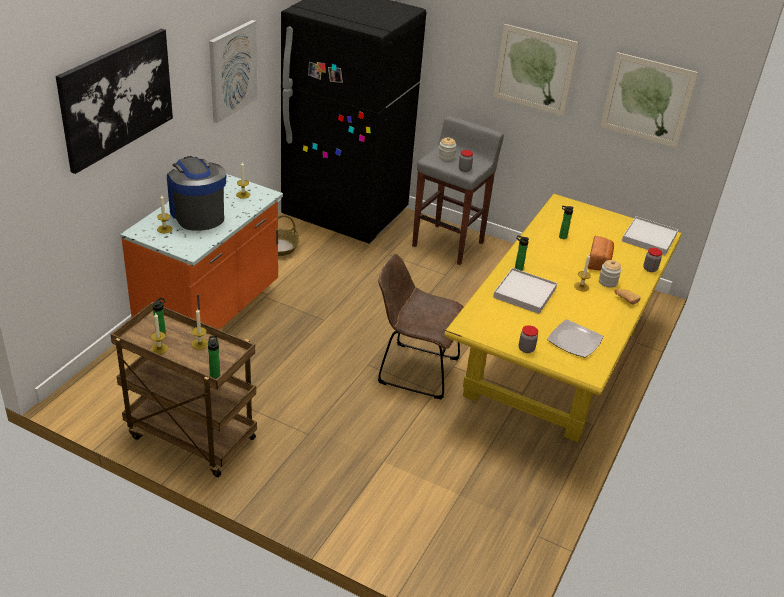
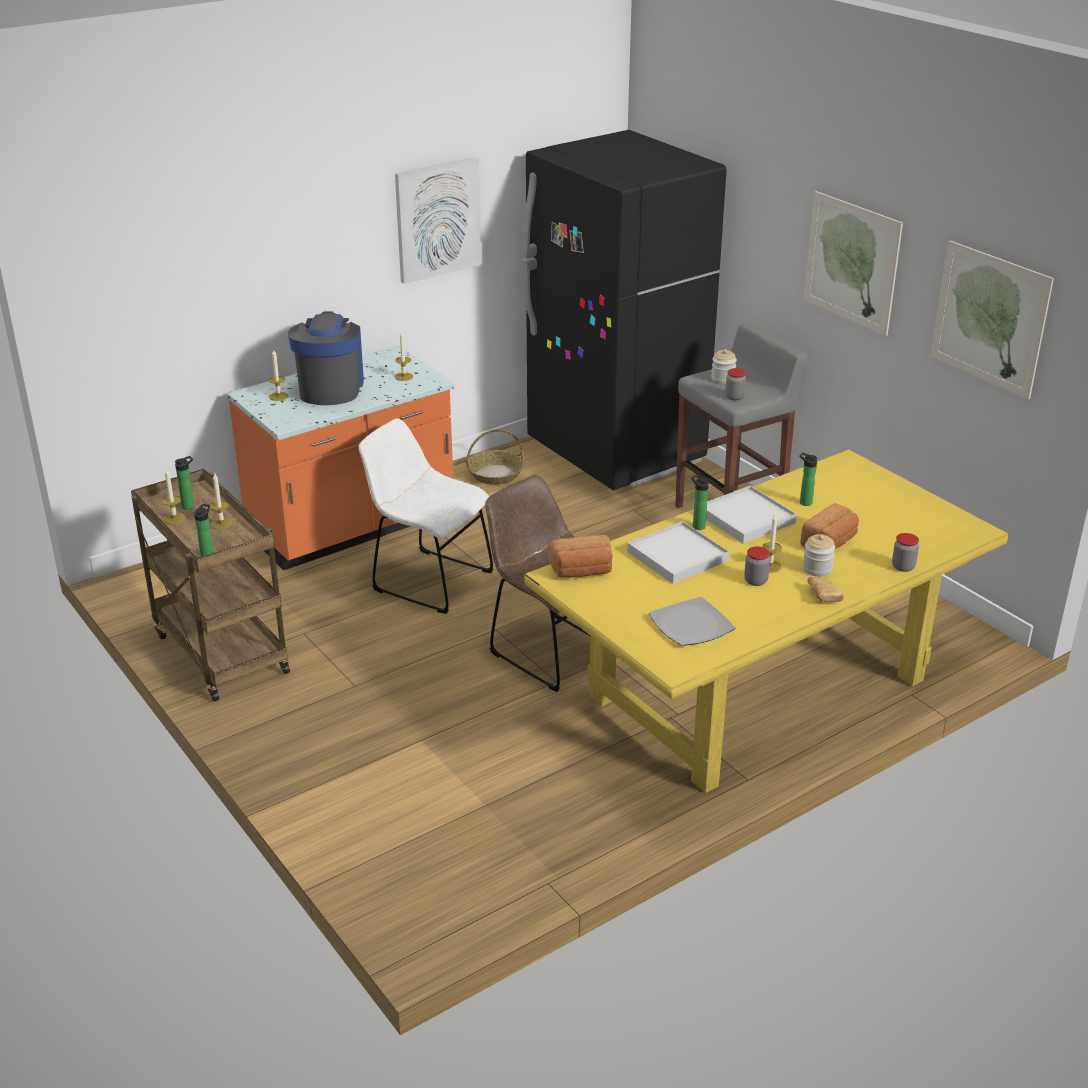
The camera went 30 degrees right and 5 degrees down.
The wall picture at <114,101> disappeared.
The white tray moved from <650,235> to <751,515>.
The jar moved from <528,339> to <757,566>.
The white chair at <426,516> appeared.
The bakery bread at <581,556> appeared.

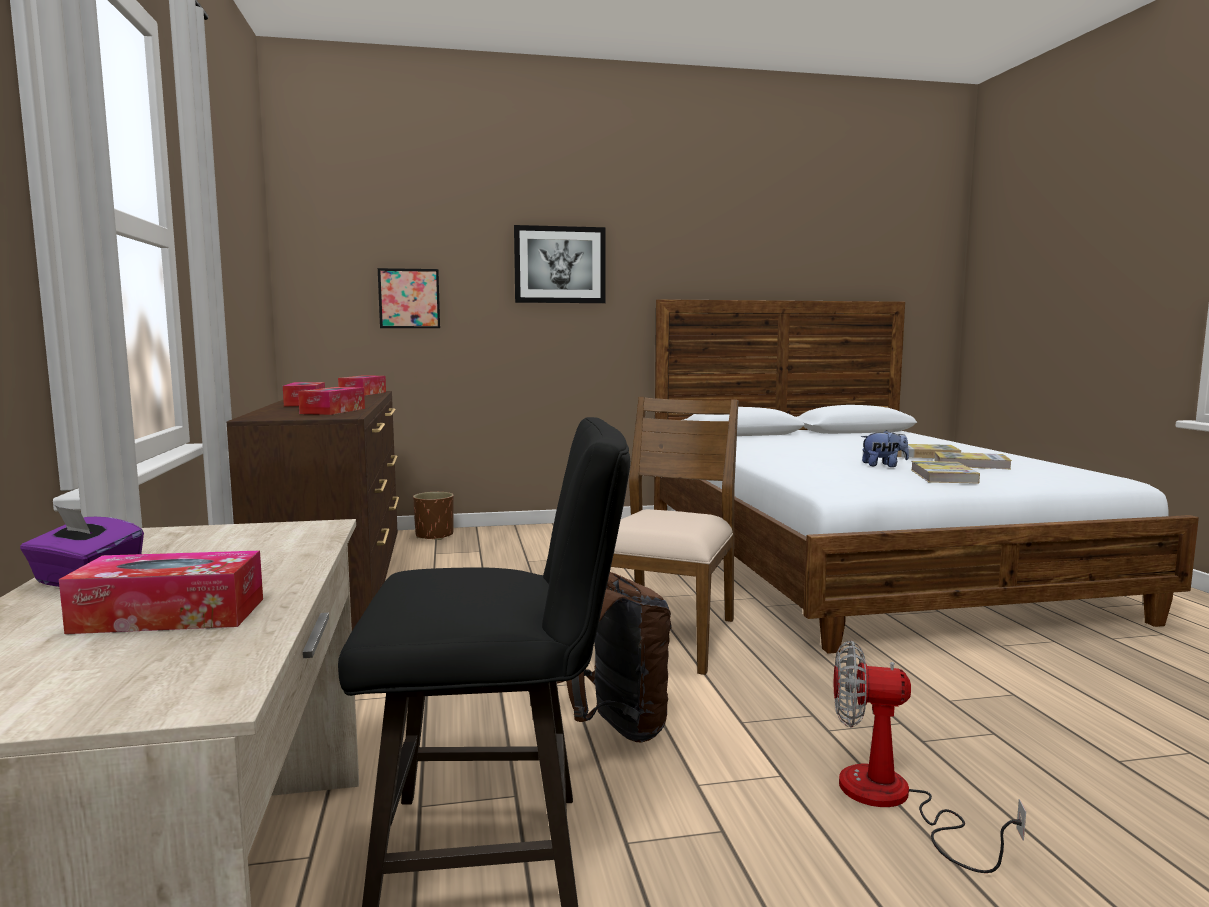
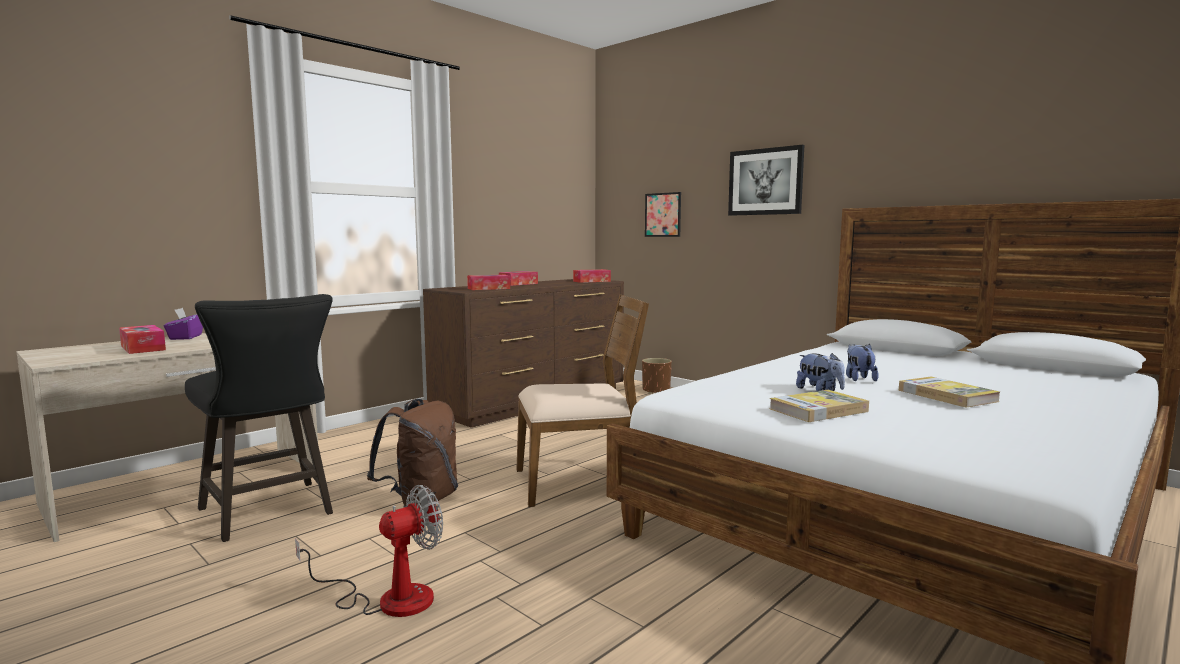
The camera went 55 degrees right and 0 degrees up.
The book at <973,460> disappeared.
The fan at <930,757> turned 75 degrees clockwise.
The cuddly toy at <862,362> appeared.

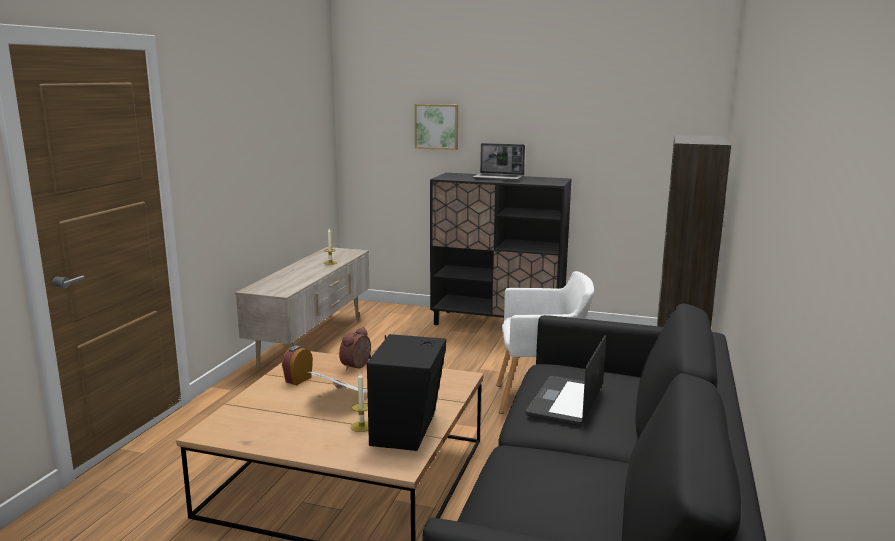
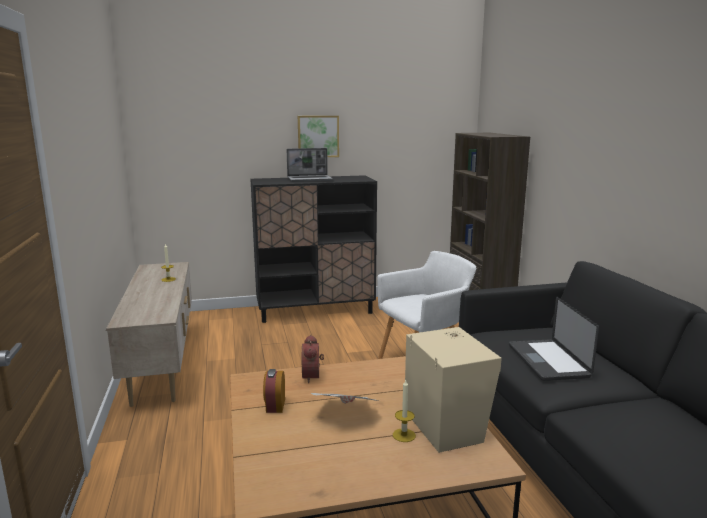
The camera went 30 degrees left and 0 degrees up.
The wall picture moved from <436,127> to <318,136>.
The black audio speaker at <406,392> became the beige-coloured audio speaker at <453,390>.

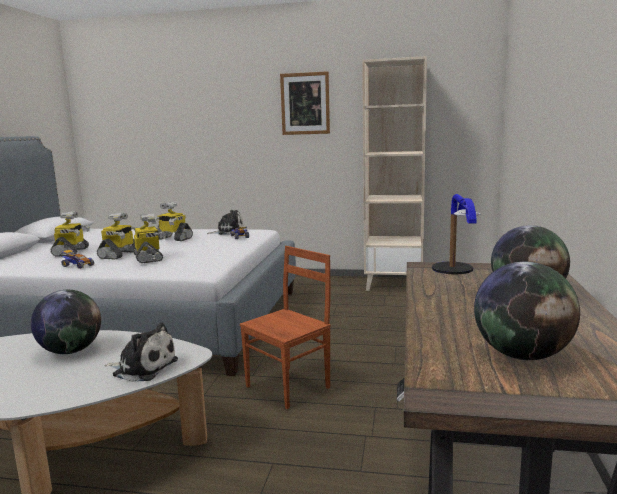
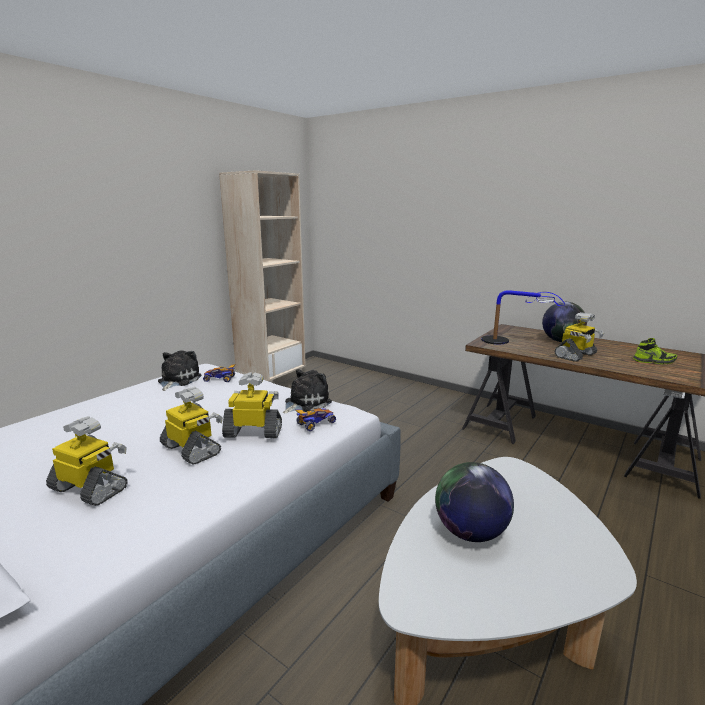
The camera went 65 degrees left and 5 degrees up.
The wall picture at <305,103> disappeared.
The robot figure moved from <172,221> to <579,337>.
The brown-coloured chair at <285,327> disappeared.
The toy car moved from <77,259> to <315,419>.
The world globe at <527,311> was replaced by the low shoe at <655,351>.
The cuddly toy moved from <141,352> to <307,391>.

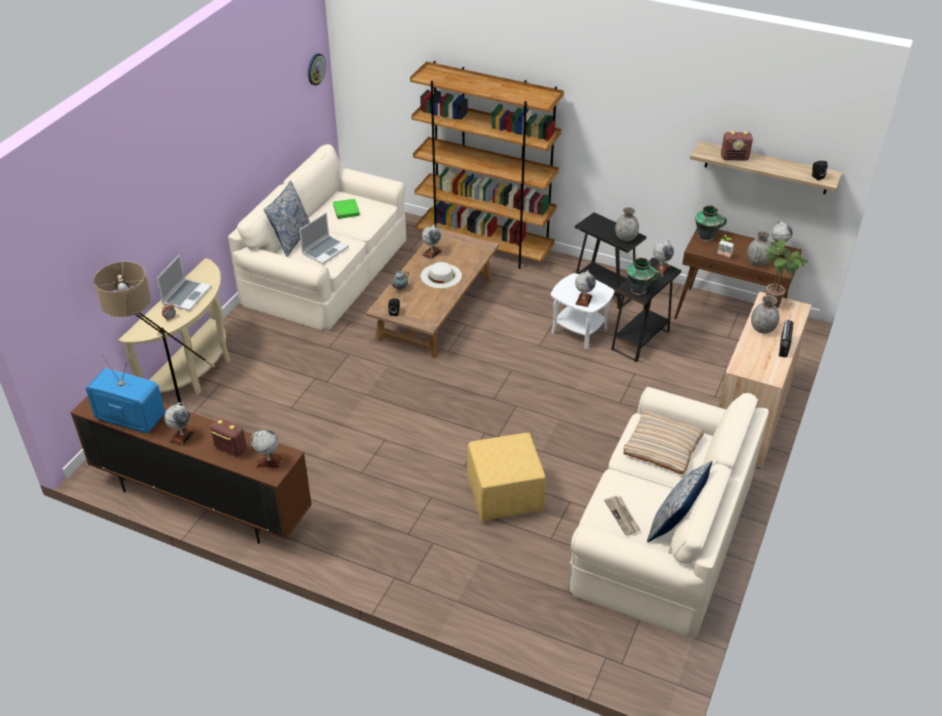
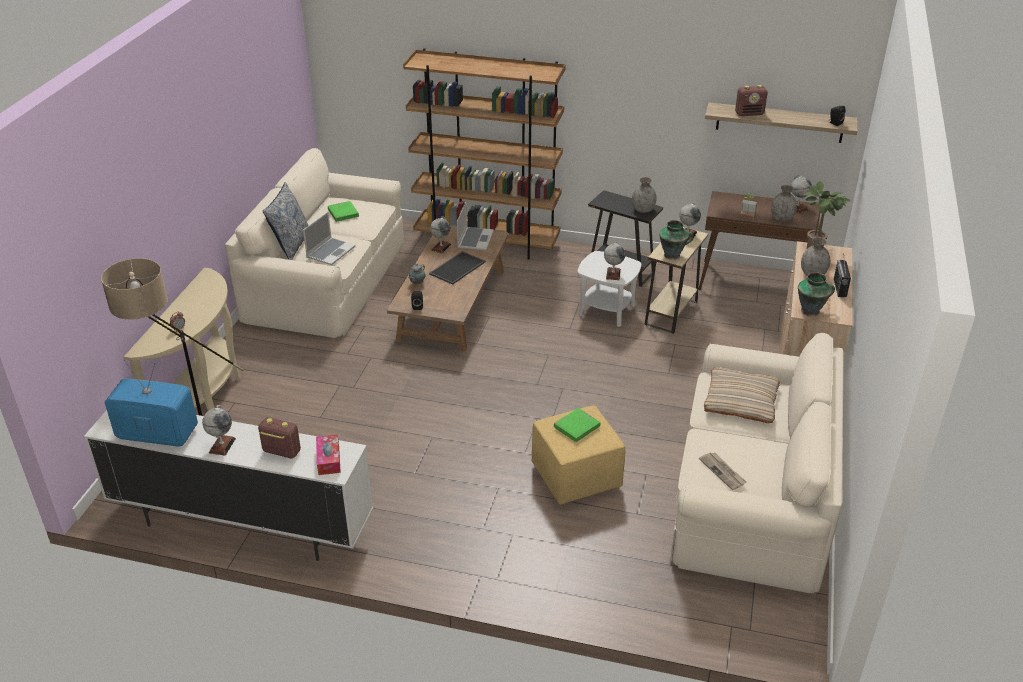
The camera went 10 degrees left and 5 degrees down.
The hanging clock at <317,69> disappeared.
The vase moved from <711,223> to <816,294>.
The portable computer moved from <184,283> to <475,226>.
The black side table at <646,310> became the beige-coloured side table at <676,280>.
The white wearable hat at <441,275> was replaced by the tray at <457,268>.
The brown-coloured media console at <191,470> became the white media console at <228,485>.
The world globe at <266,449> was replaced by the tissue box at <328,454>.
The cushion at <679,501> disappeared.
The greenish book at <577,425> appeared.

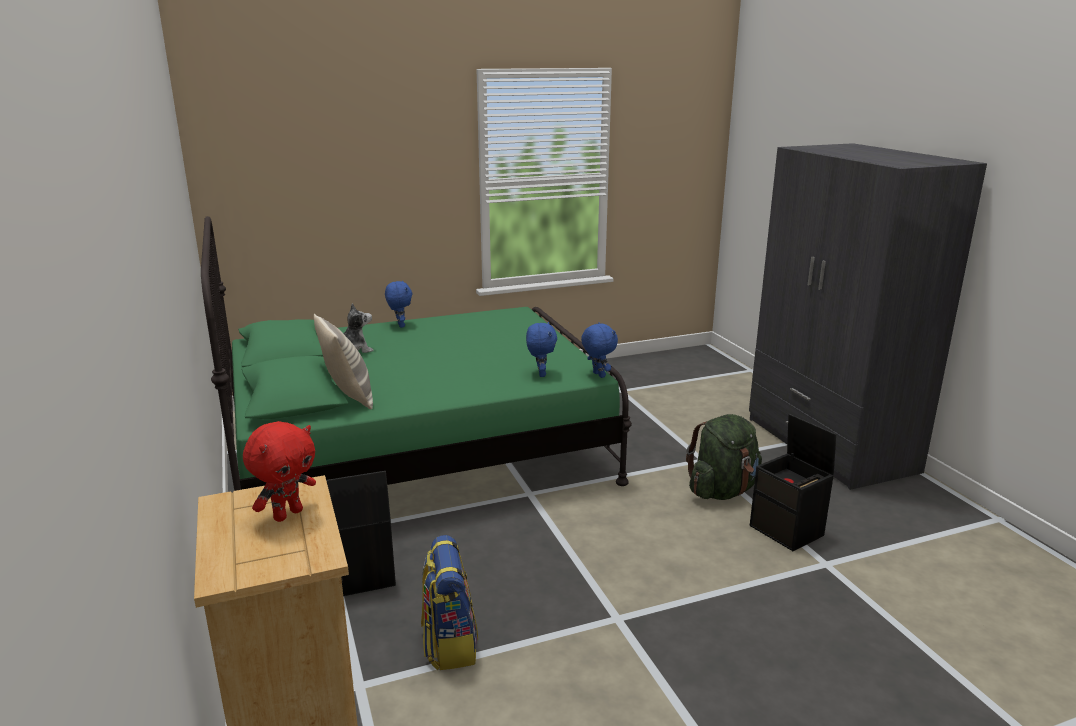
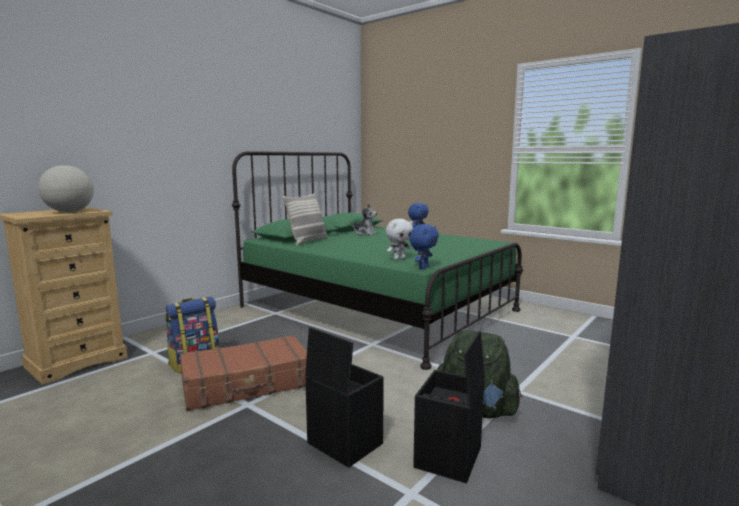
The camera went 60 degrees right and 10 degrees down.
The blue cuddly toy at <541,349> became the white cuddly toy at <399,239>.
The red cuddly toy at <279,471> was replaced by the world globe at <66,188>.
The black storage bin moved from <361,533> to <344,397>.
The brown-coloured travel case at <243,373> appeared.

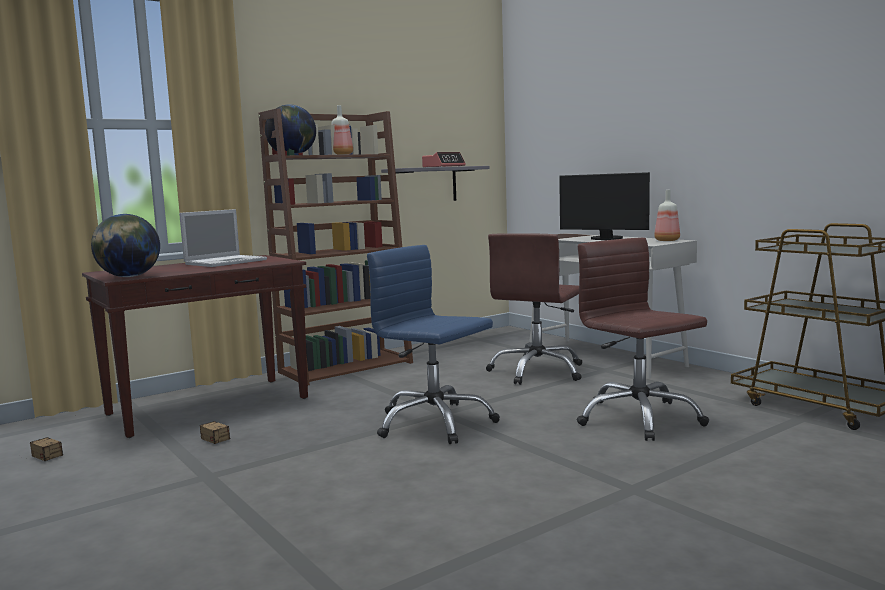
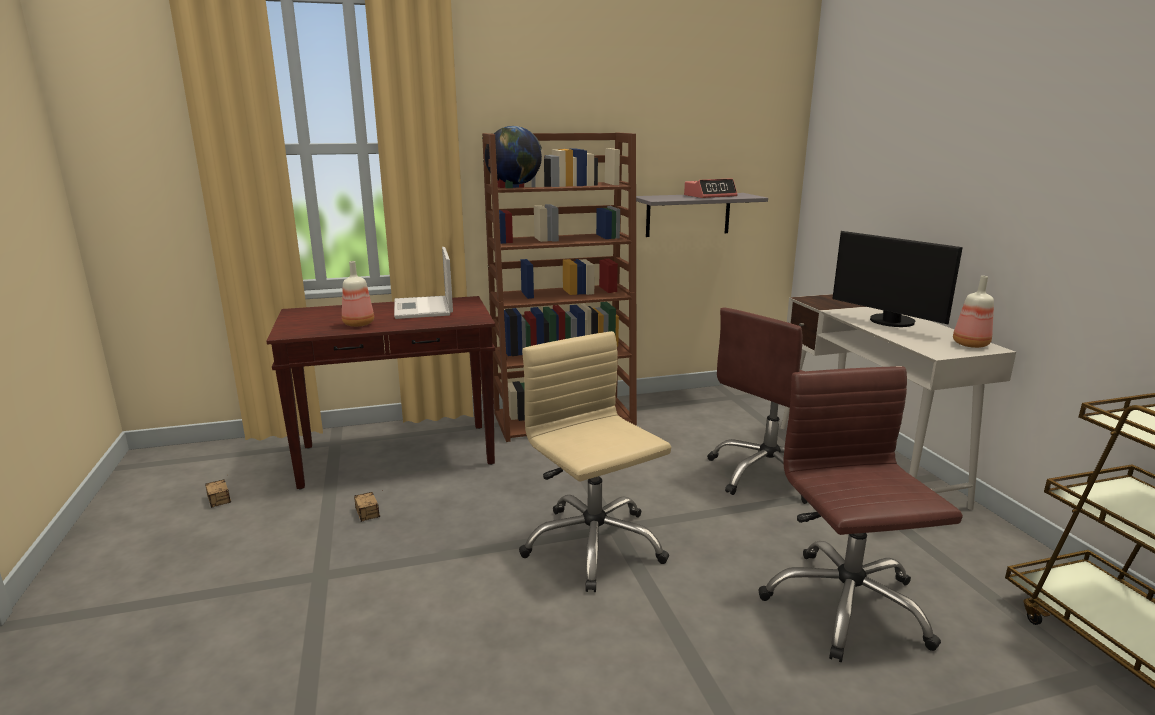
The camera went 20 degrees right and 10 degrees up.
The beverage bottle moved from <342,130> to <358,294>.
The portable computer at <223,238> turned 105 degrees clockwise.
The world globe at <125,245> disappeared.
The blue office chair at <433,344> became the beige-coloured office chair at <595,461>.

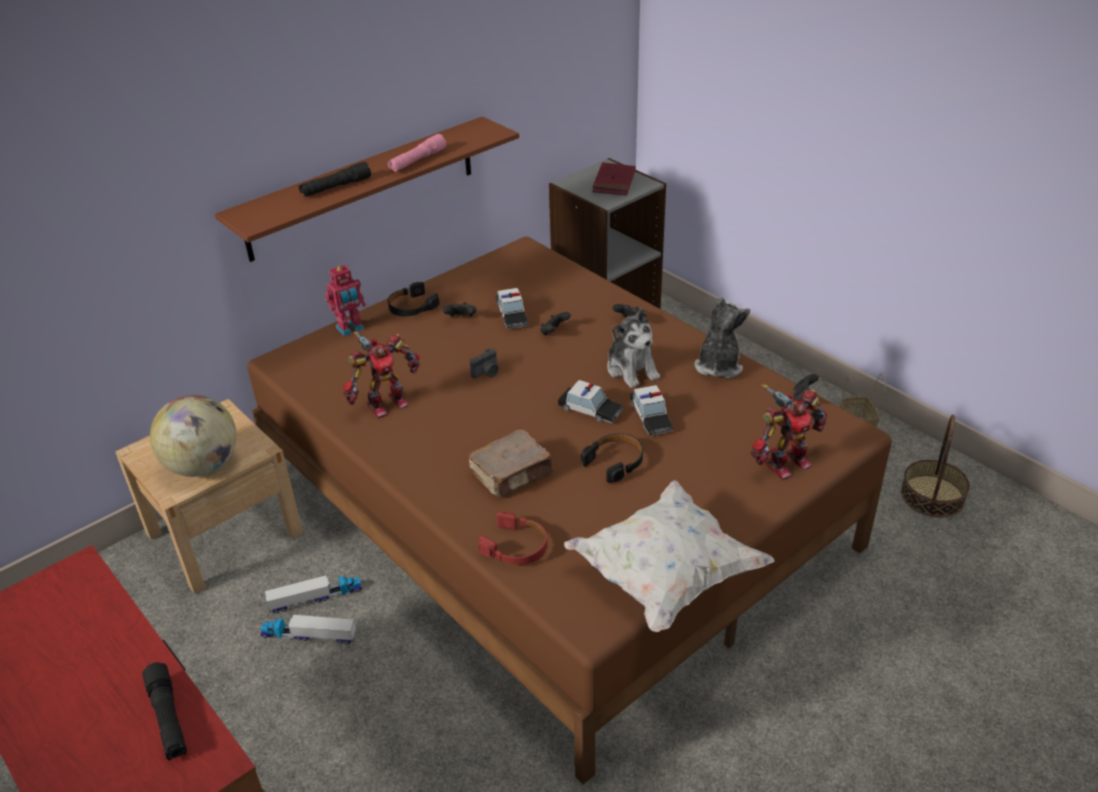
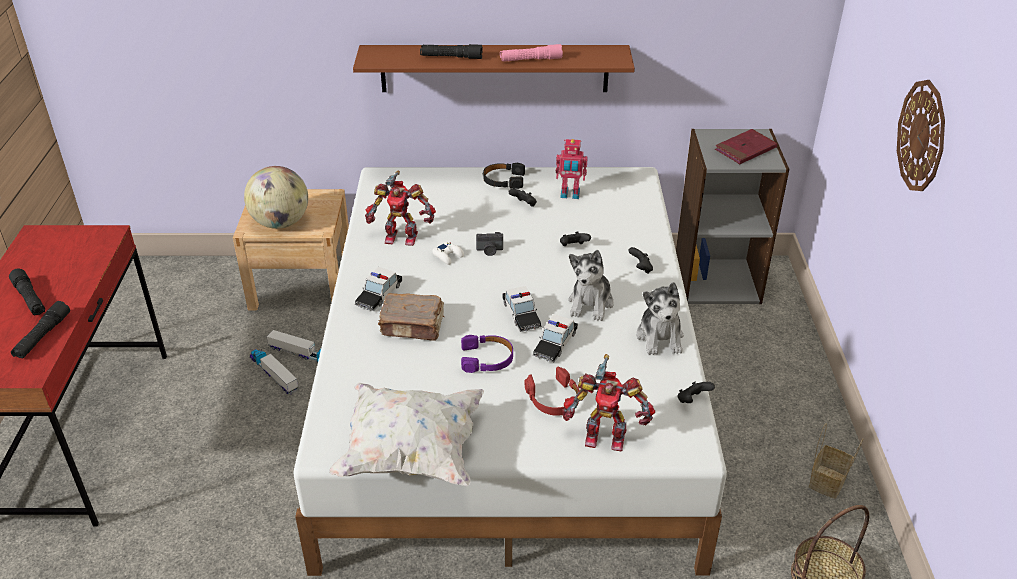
The camera went 40 degrees right and 0 degrees up.
The brown-coloured bedroom bed at <569,510> became the white bedroom bed at <510,371>.
The robot figure moved from <345,301> to <572,169>.
The toy car moved from <512,308> to <378,289>.
The cuddly toy at <722,337> turned 120 degrees clockwise.
The black pair of headphones at <612,458> became the purple pair of headphones at <487,354>.
The red pair of headphones moved from <512,538> to <551,391>.
The hanging clock at <921,135> appeared.
The white joypad at <448,253> appeared.
The black hand torch at <27,292> appeared.

